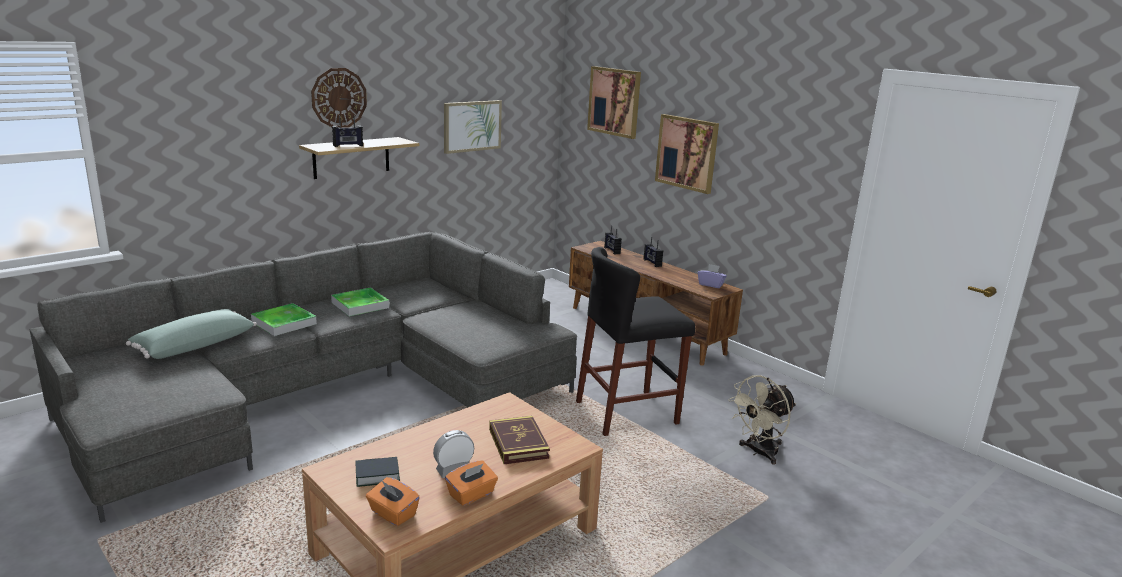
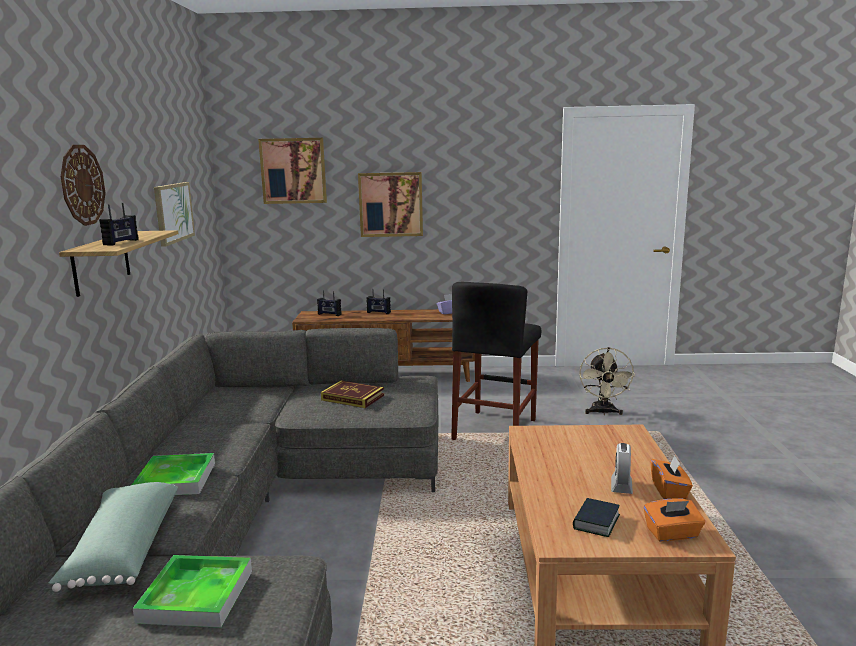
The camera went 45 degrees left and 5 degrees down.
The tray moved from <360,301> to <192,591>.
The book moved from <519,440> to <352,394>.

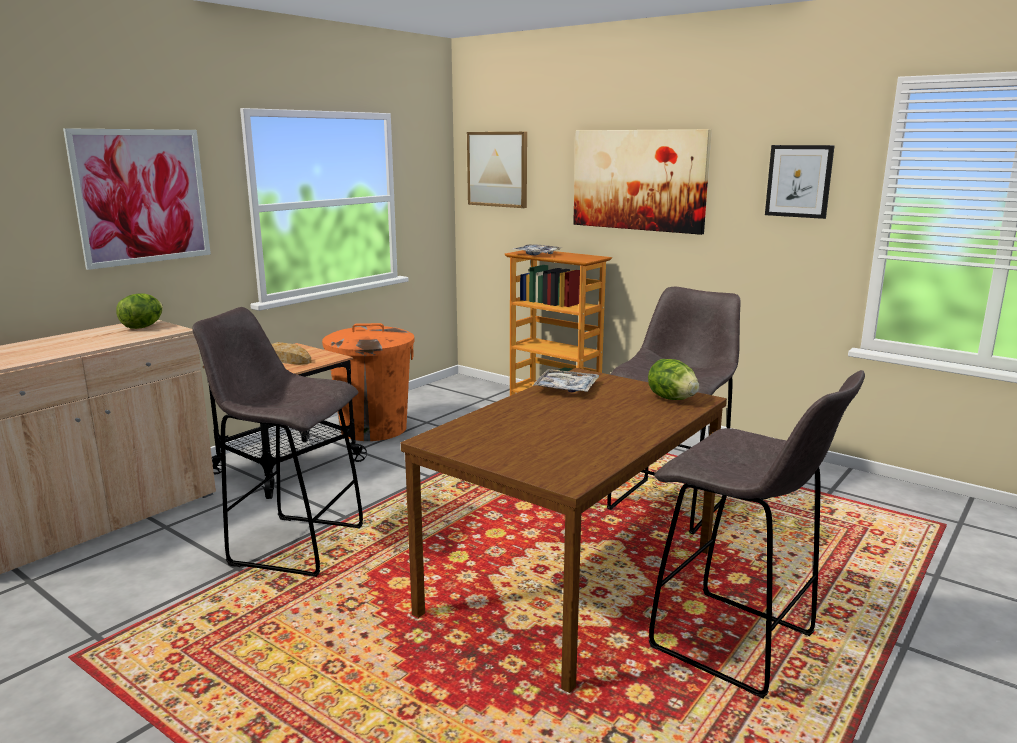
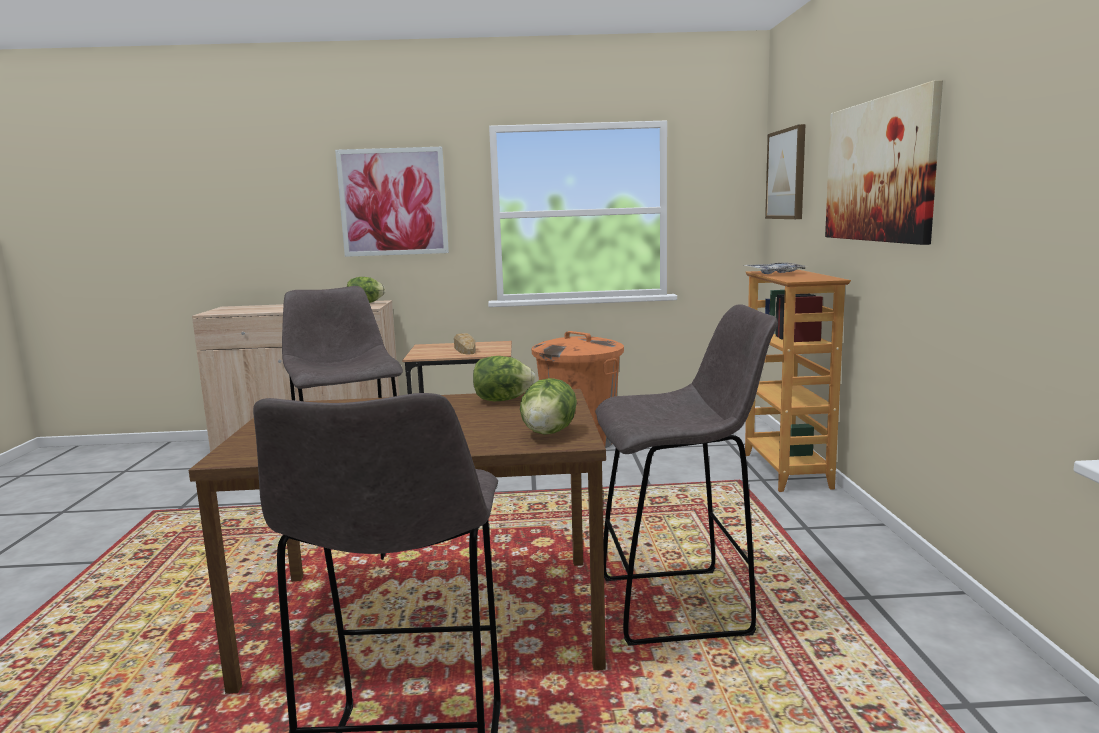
The camera went 50 degrees right and 5 degrees down.
The wall picture at <800,182> disappeared.
The tray at <565,380> was replaced by the lettuce head at <504,378>.

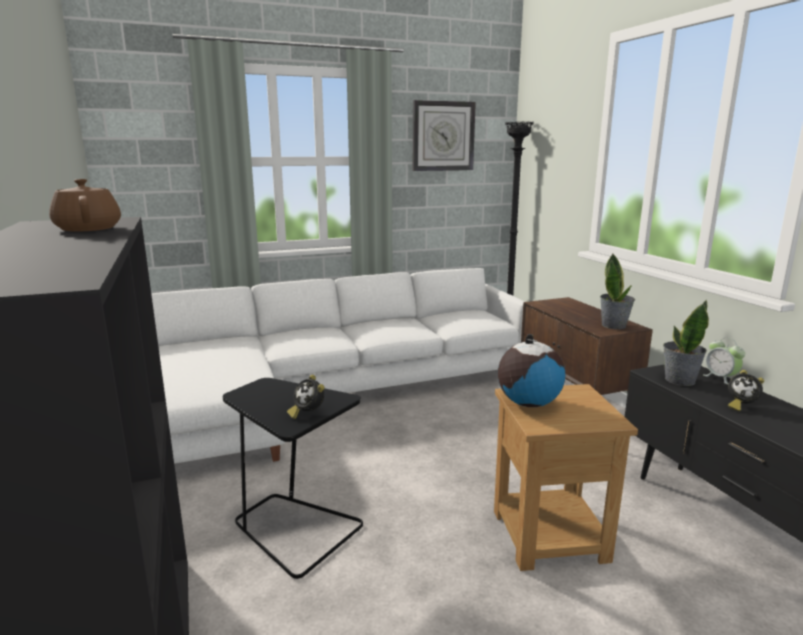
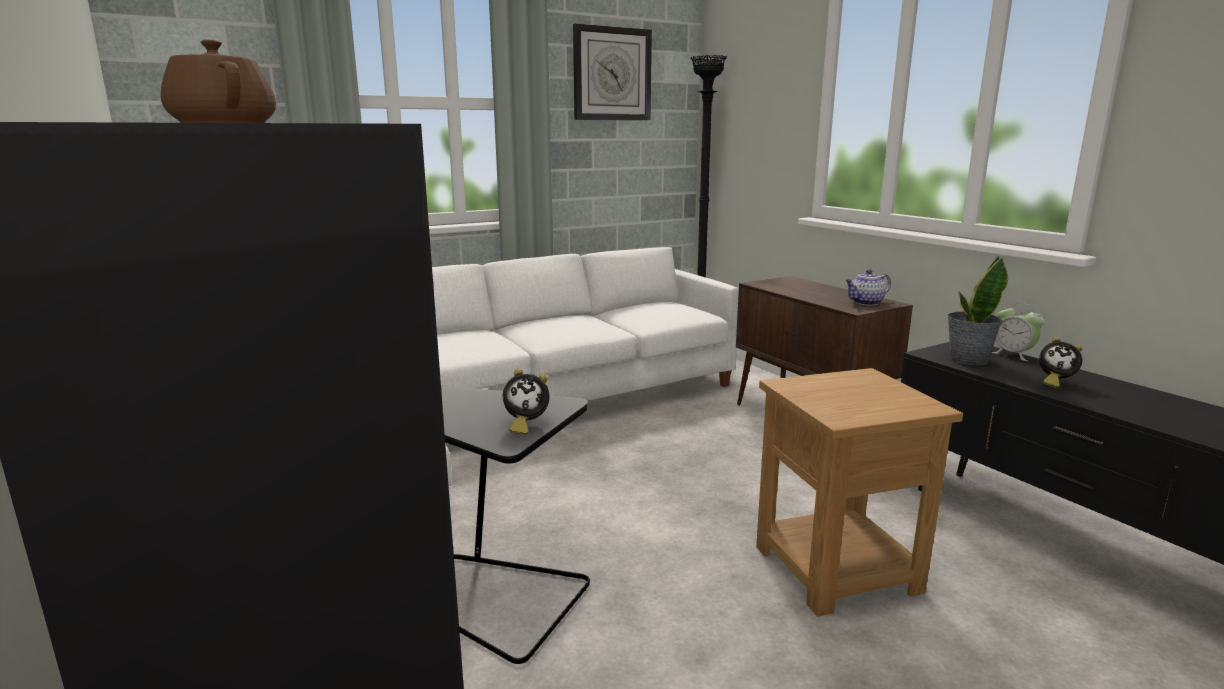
The camera went 10 degrees left and 0 degrees up.
The potted plant at <617,291> was replaced by the pot for tea at <868,287>.
The world globe at <531,370> disappeared.
The alarm clock at <306,397> turned 45 degrees counterclockwise.

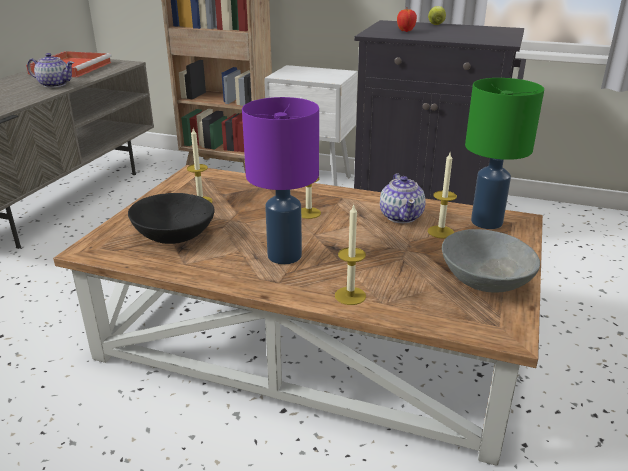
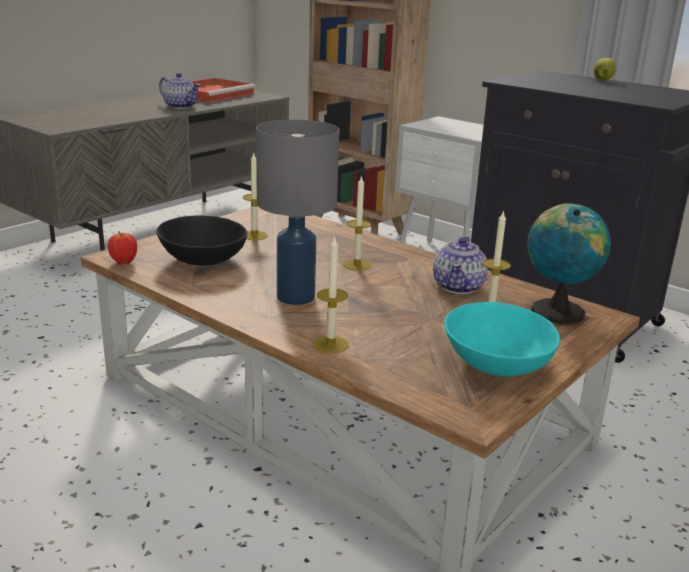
The camera went 20 degrees right and 5 degrees down.
The whole apple moved from <407,20> to <122,248>.
The greenish lamp for a table at <504,153> was replaced by the world globe at <569,264>.
The purple lamp for a table at <280,180> became the gray lamp for a table at <298,212>.
The gray bowl at <491,261> became the blue-green bowl at <502,339>.

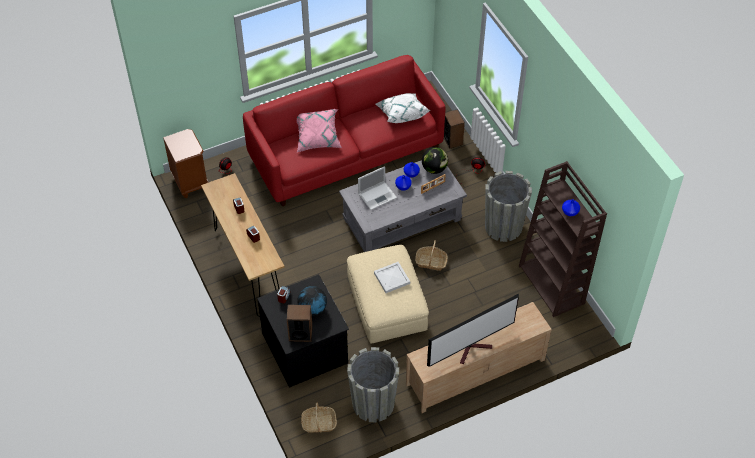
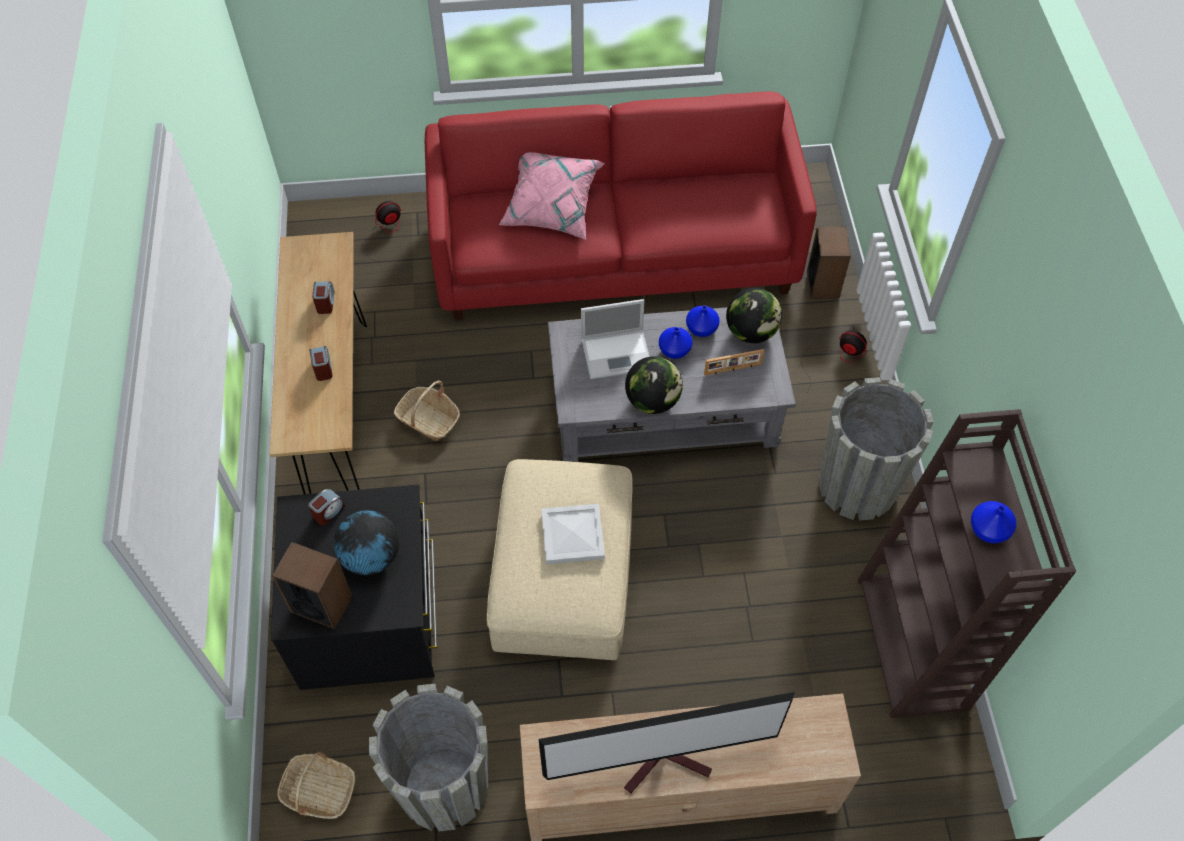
The camera went 20 degrees right and 5 degrees up.
The white cushion at <403,108> disappeared.
The brown-coloured night table at <186,163> disappeared.
The basket moved from <431,255> to <427,410>.
The world globe at <654,385> appeared.

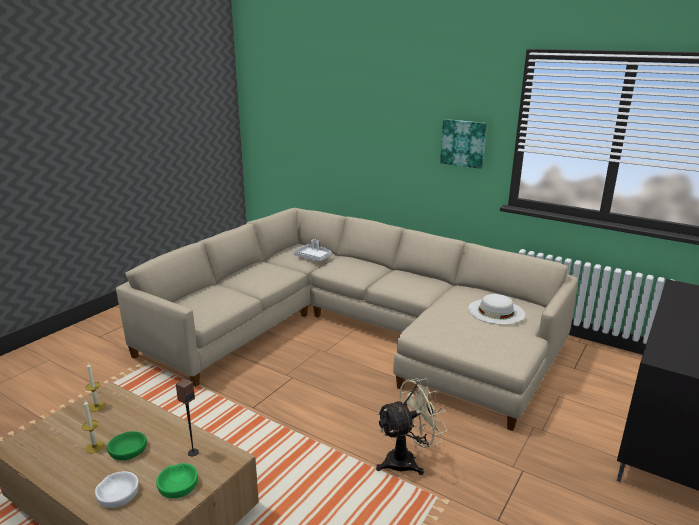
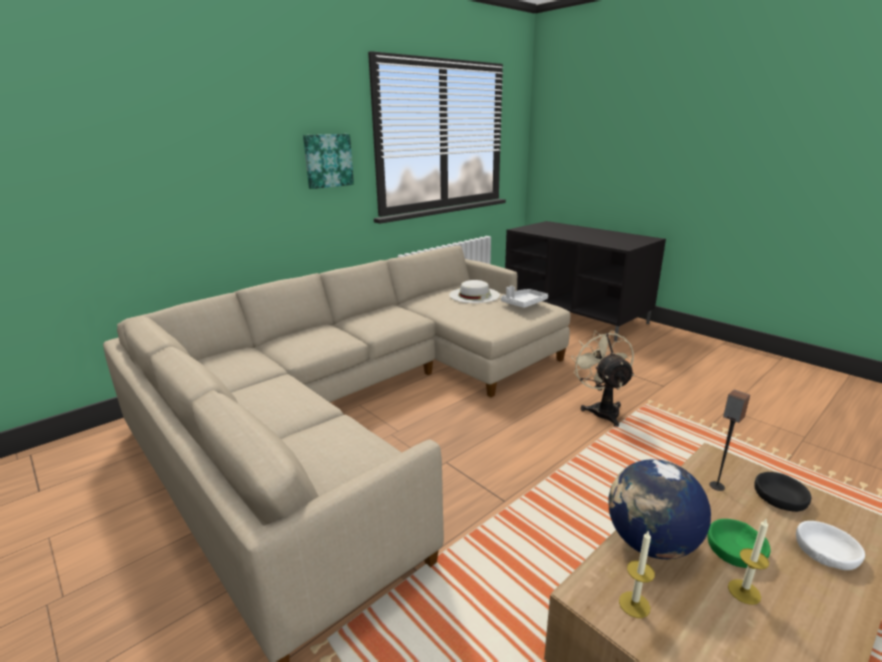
The camera went 75 degrees left and 0 degrees up.
The white tray moved from <313,250> to <524,297>.
The greenish bowl at <177,480> became the black bowl at <783,492>.
The world globe at <659,509> appeared.

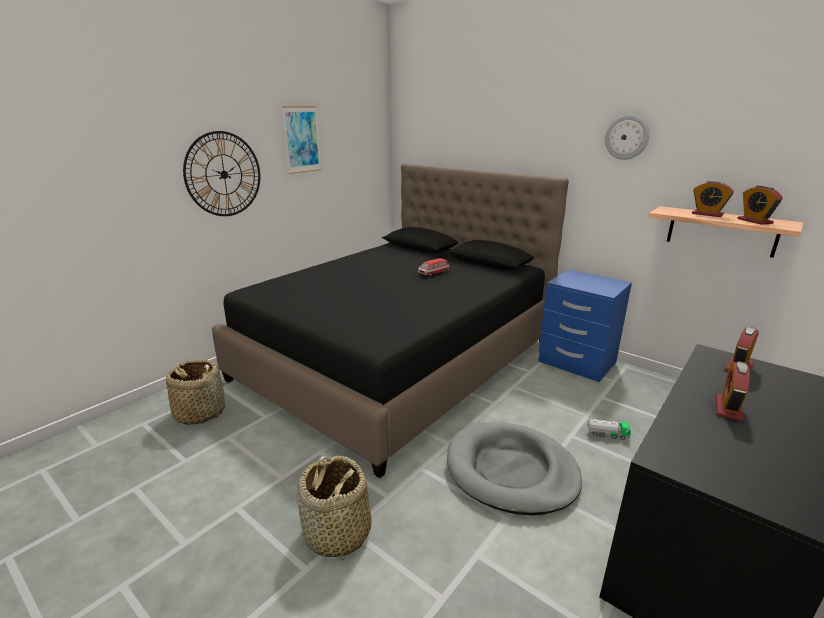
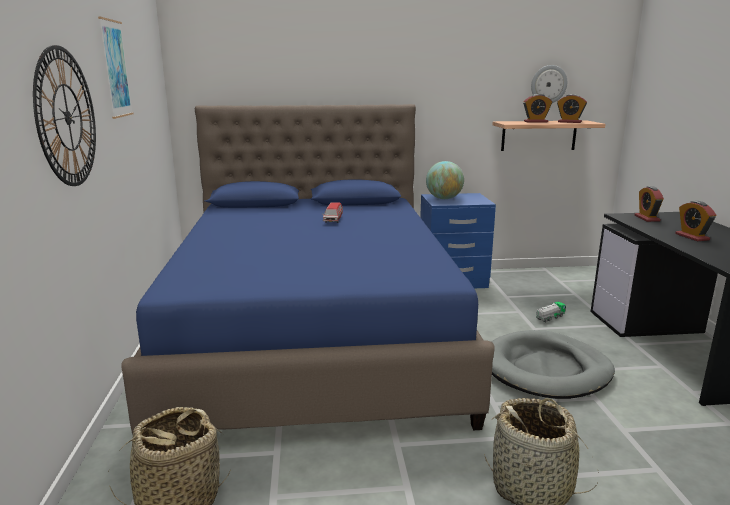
The camera went 45 degrees left and 5 degrees down.
The hanging clock moved from <627,137> to <549,84>.
The black bedroom bed at <390,321> became the blue bedroom bed at <308,269>.
The world globe at <445,180> appeared.

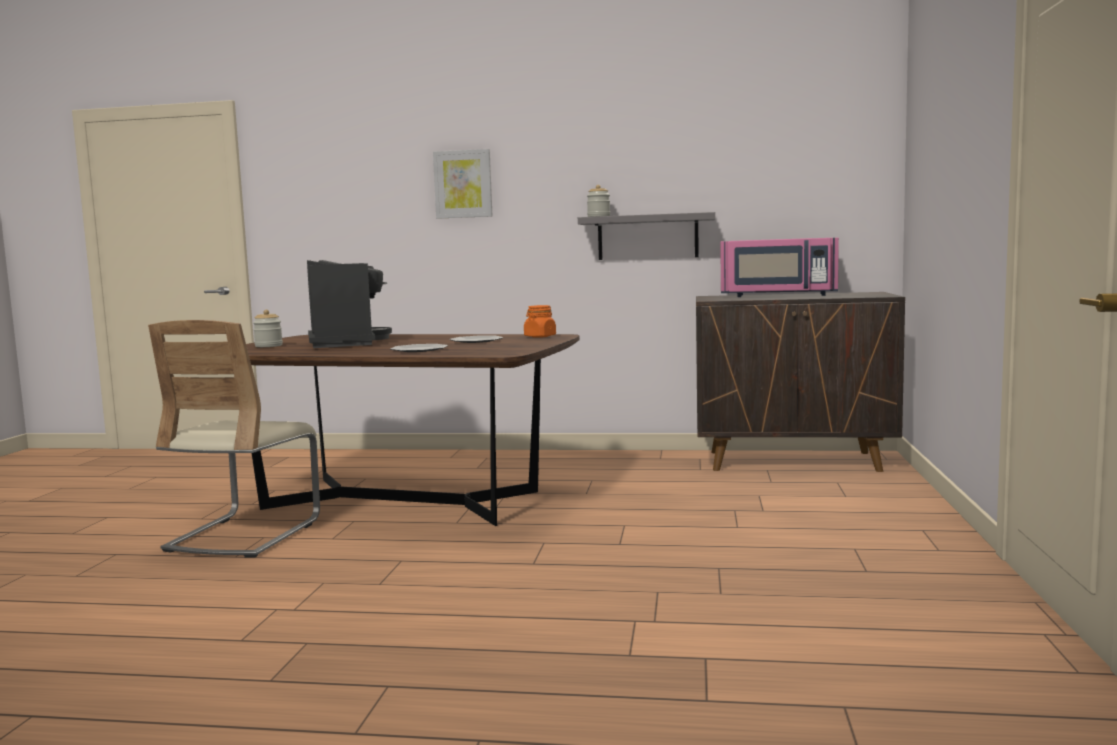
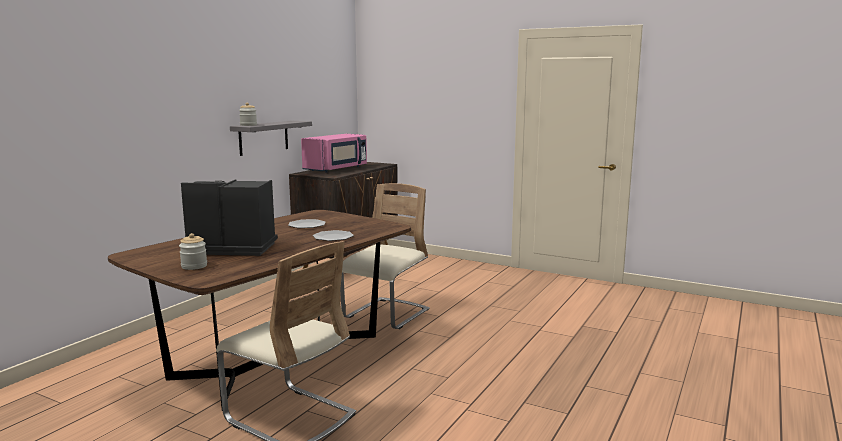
The camera went 70 degrees left and 5 degrees up.
The wall picture at <463,184> disappeared.
The orange jar at <540,321> disappeared.
The beige-coloured chair at <385,256> appeared.

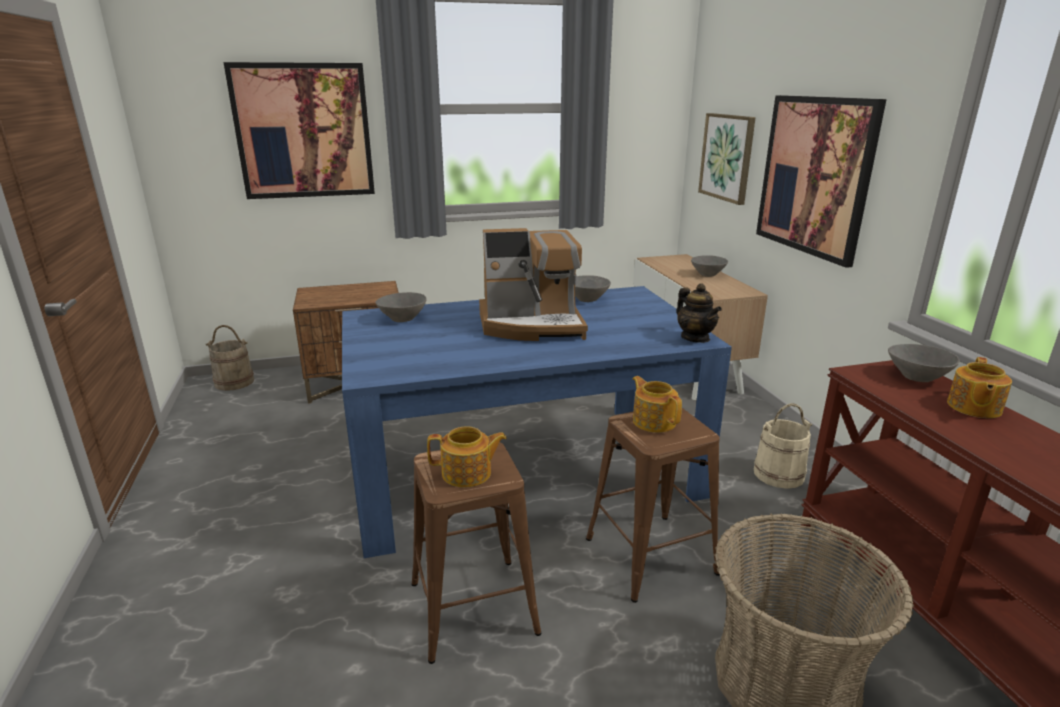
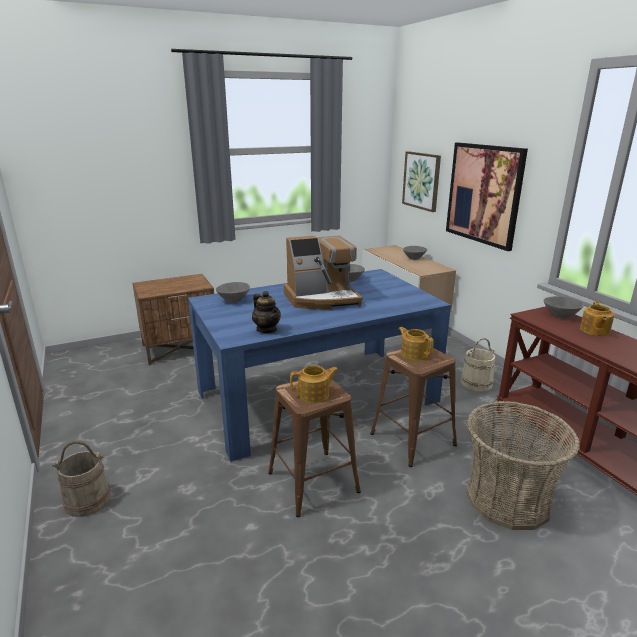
The camera went 10 degrees left and 0 degrees up.
The wall picture at <299,130> disappeared.
The pot for tea moved from <699,313> to <266,312>.
The beige-coloured bucket moved from <230,358> to <81,479>.

